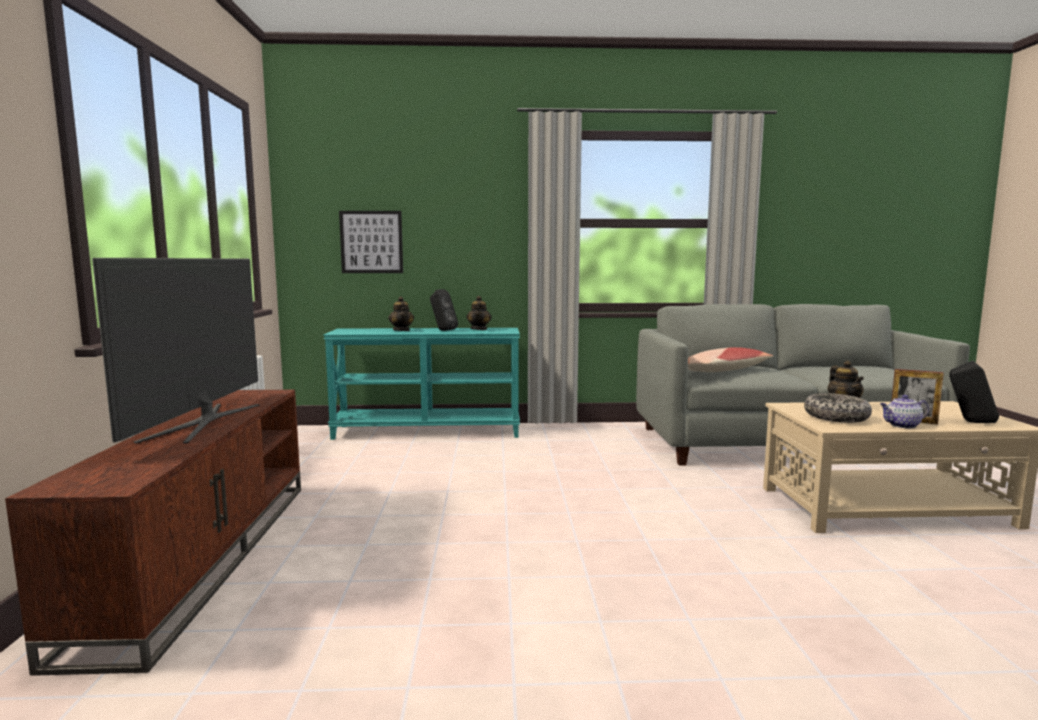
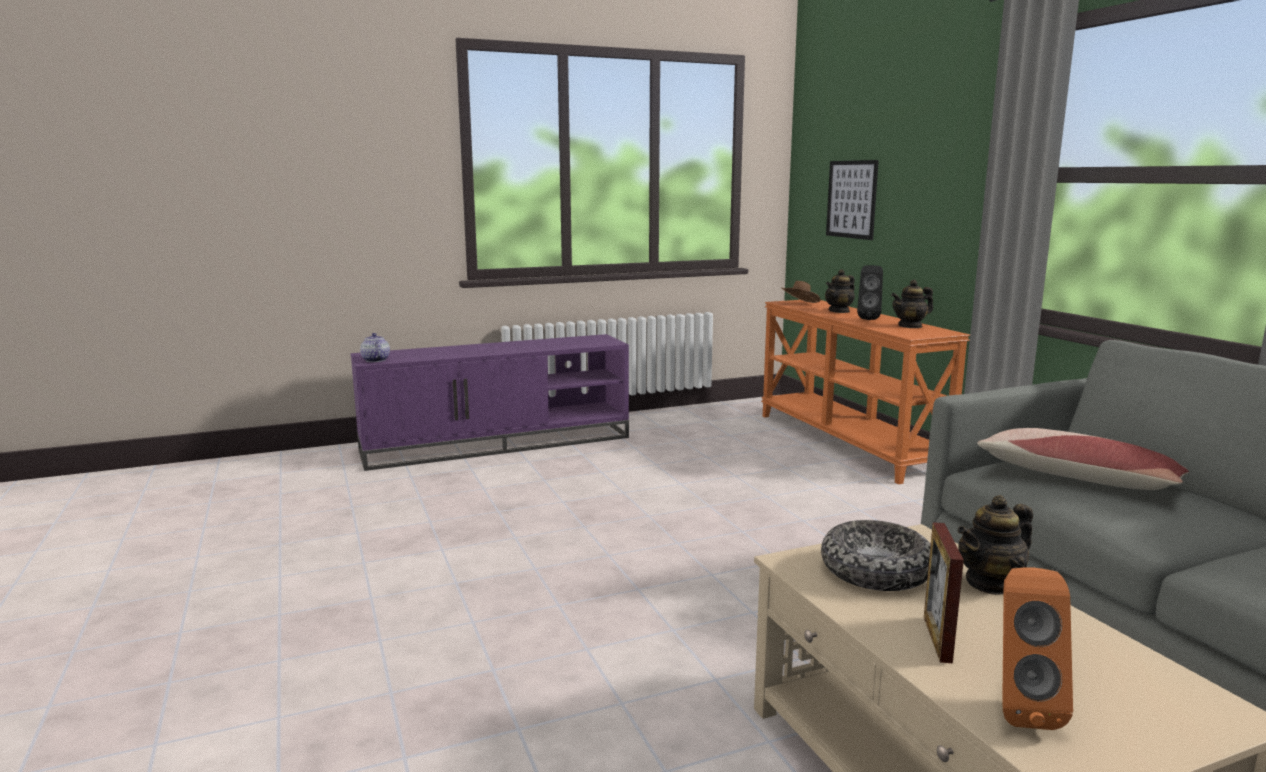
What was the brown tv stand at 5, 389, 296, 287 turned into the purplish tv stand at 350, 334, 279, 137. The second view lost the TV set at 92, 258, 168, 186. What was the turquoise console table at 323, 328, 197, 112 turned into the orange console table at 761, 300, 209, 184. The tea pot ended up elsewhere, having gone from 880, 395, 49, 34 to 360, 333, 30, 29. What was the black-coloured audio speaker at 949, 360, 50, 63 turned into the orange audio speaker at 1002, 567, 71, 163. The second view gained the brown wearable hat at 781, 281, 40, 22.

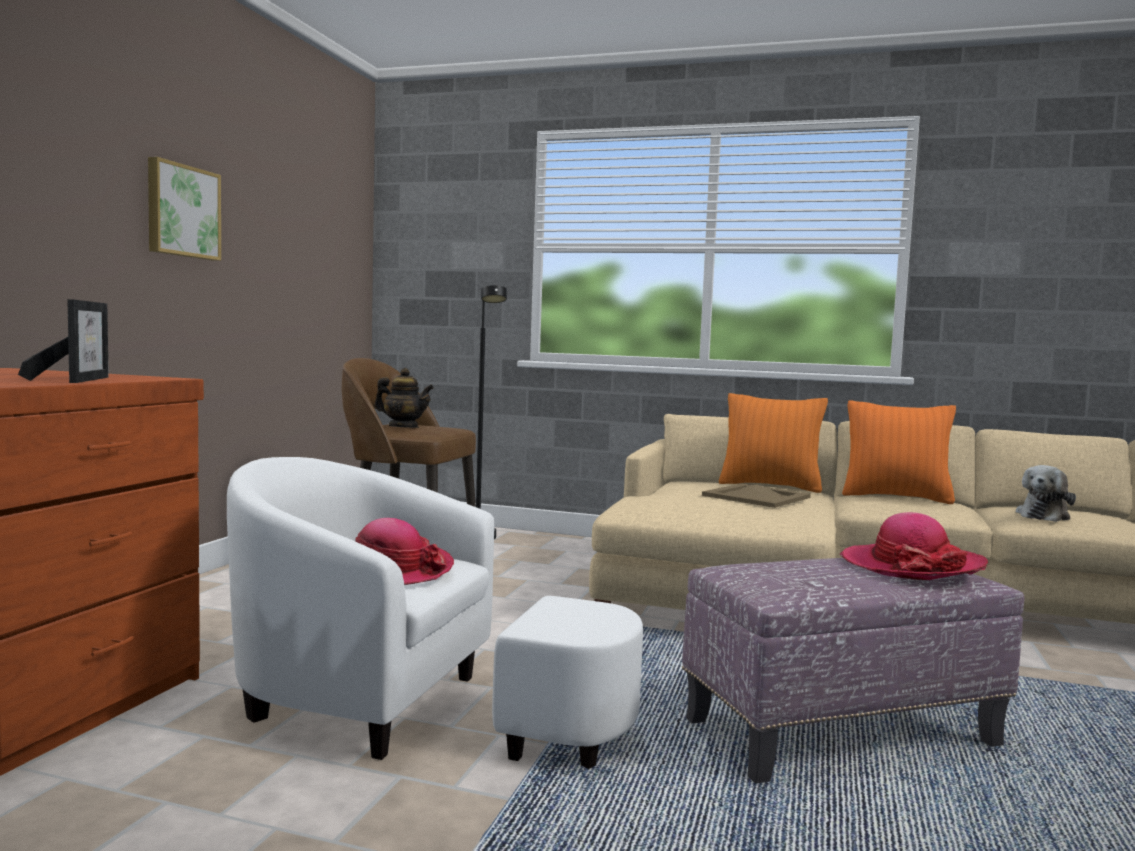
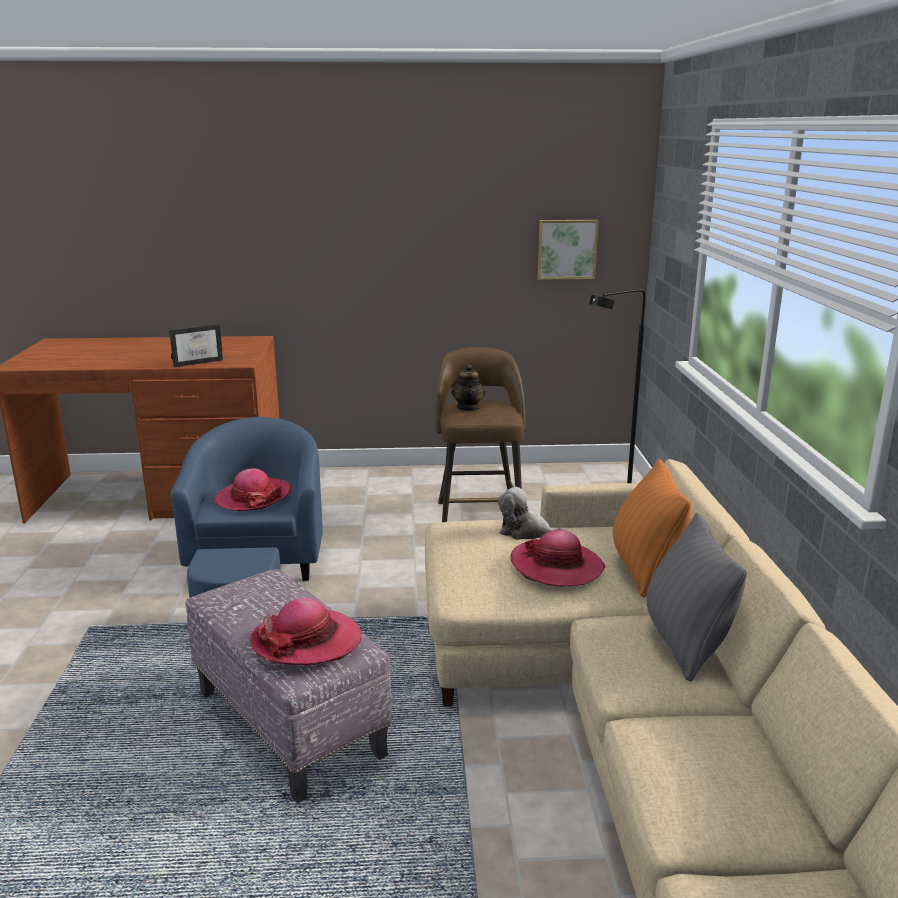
The wall art ended up elsewhere, having gone from 148, 157, 73, 104 to 537, 220, 61, 60. What was the whitish easy chair at 227, 457, 416, 312 turned into the blue-coloured easy chair at 170, 417, 153, 181. Where the sand-coloured tray stood at 702, 483, 109, 25, the wearable hat came to stand at 511, 530, 94, 57. What was the orange pillow at 842, 400, 114, 104 turned into the gray pillow at 647, 513, 100, 169. The plush toy ended up elsewhere, having gone from 1016, 465, 60, 57 to 498, 487, 67, 53.

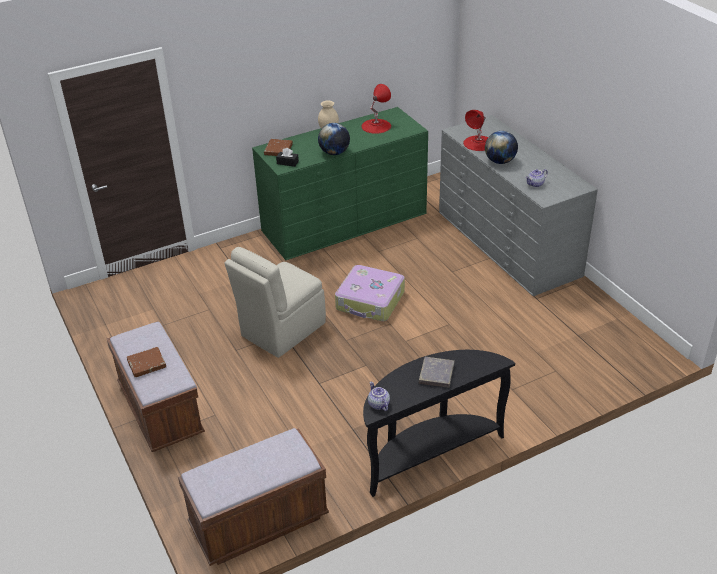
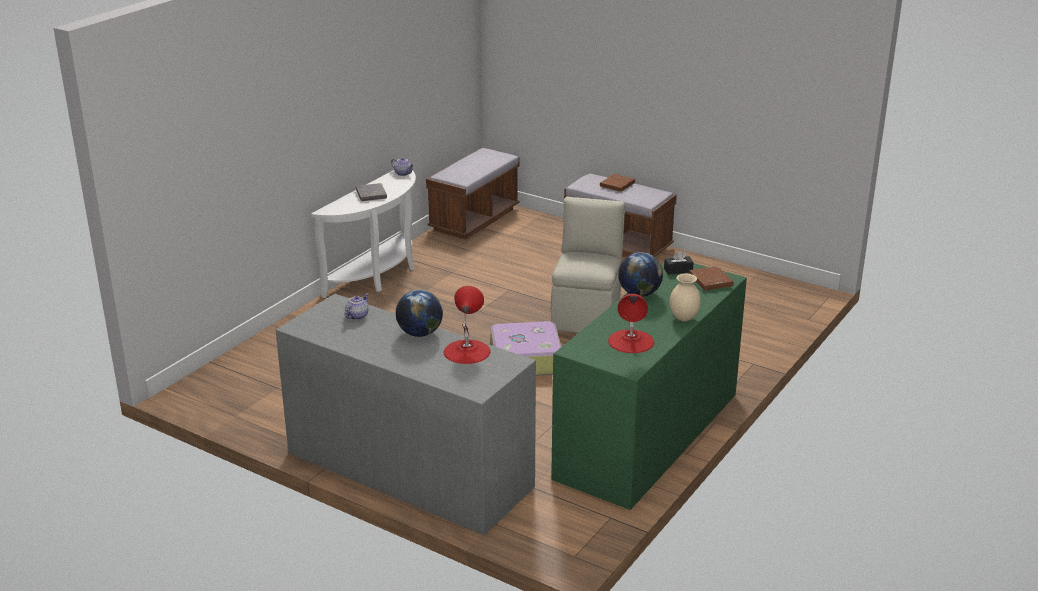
What was the black-coloured console table at 363, 350, 152, 147 turned into the whitish console table at 311, 170, 105, 128.

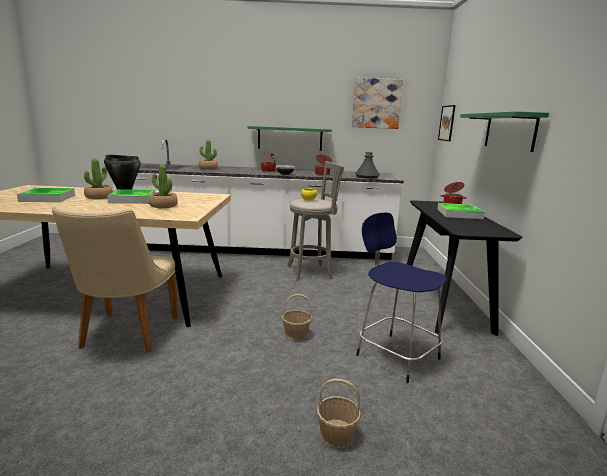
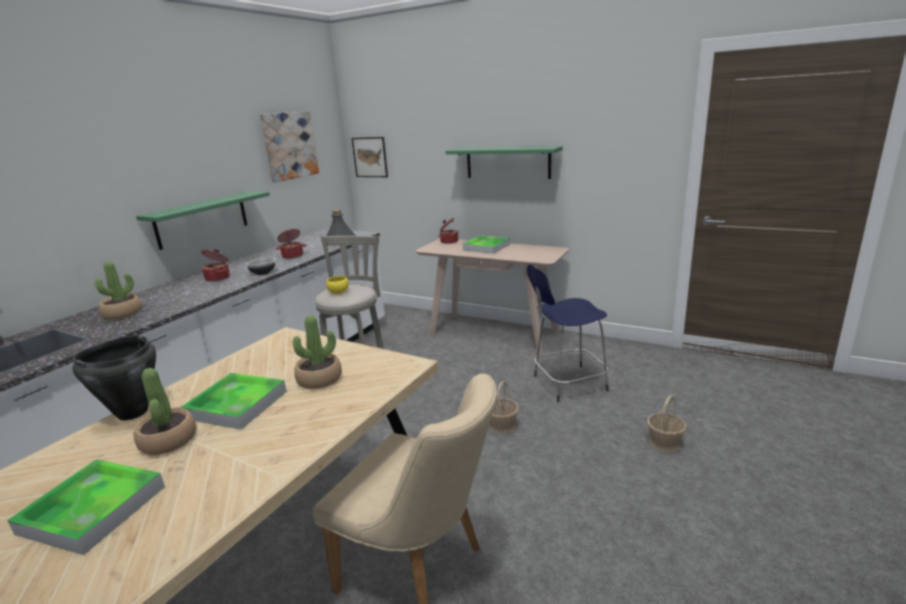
What was the black-coloured console table at 407, 200, 115, 136 turned into the sand-coloured console table at 416, 239, 153, 116.

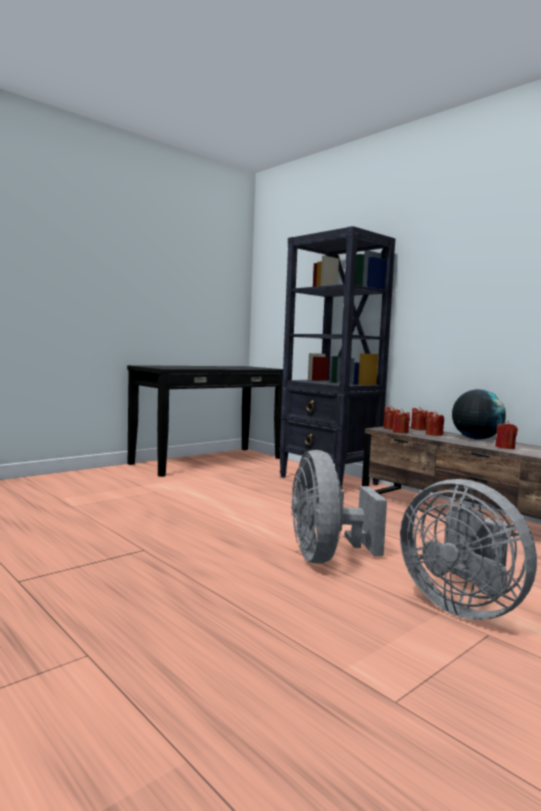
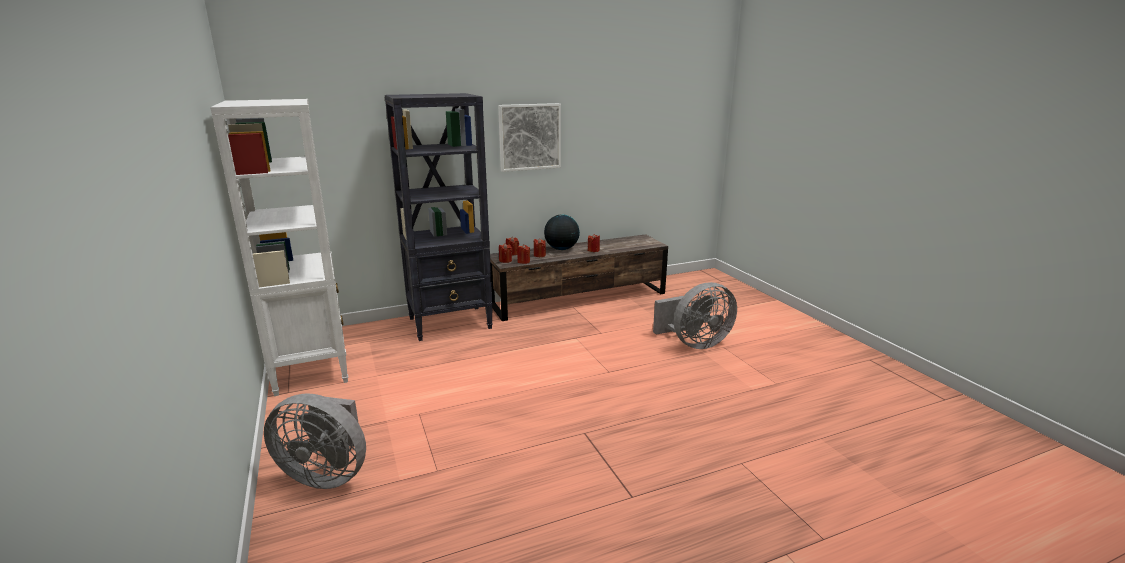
Where the black-coloured console table stood at 127, 365, 156, 112, the whitish shelving unit came to stand at 210, 99, 138, 297. The gray electric fan ended up elsewhere, having gone from 291, 450, 96, 114 to 264, 393, 102, 96. The second view gained the wall art at 498, 103, 63, 69.

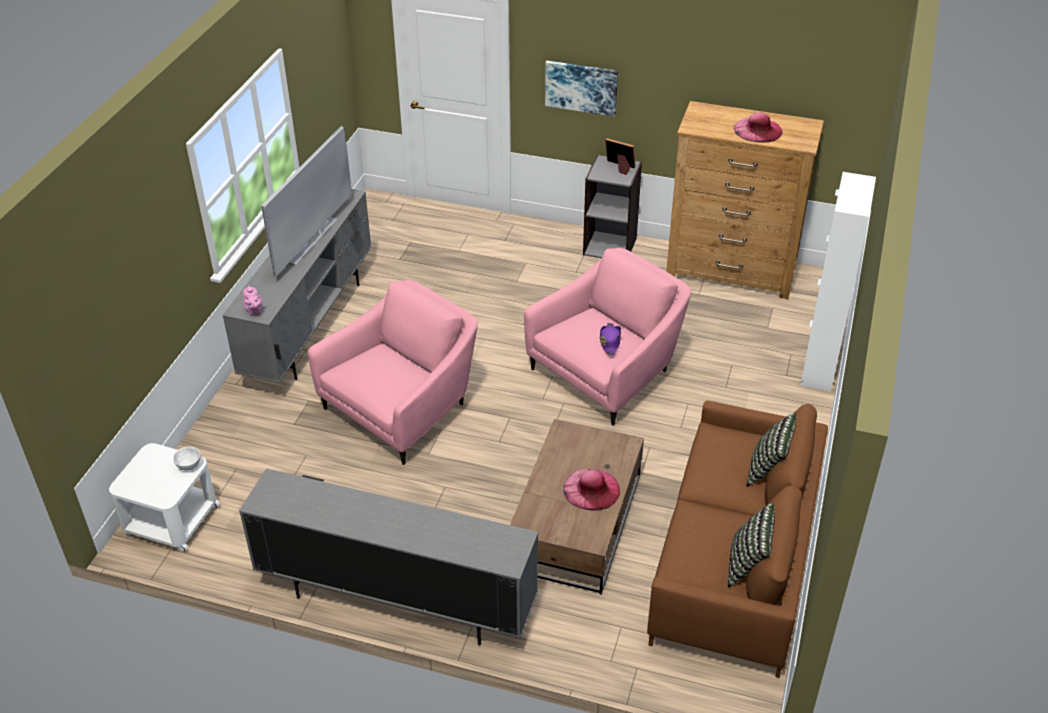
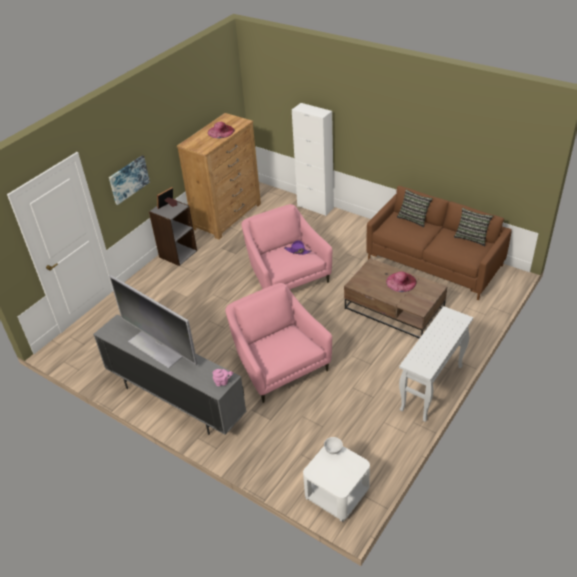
Where the gray tv stand stood at 239, 468, 299, 177, the whitish console table came to stand at 399, 306, 74, 116.

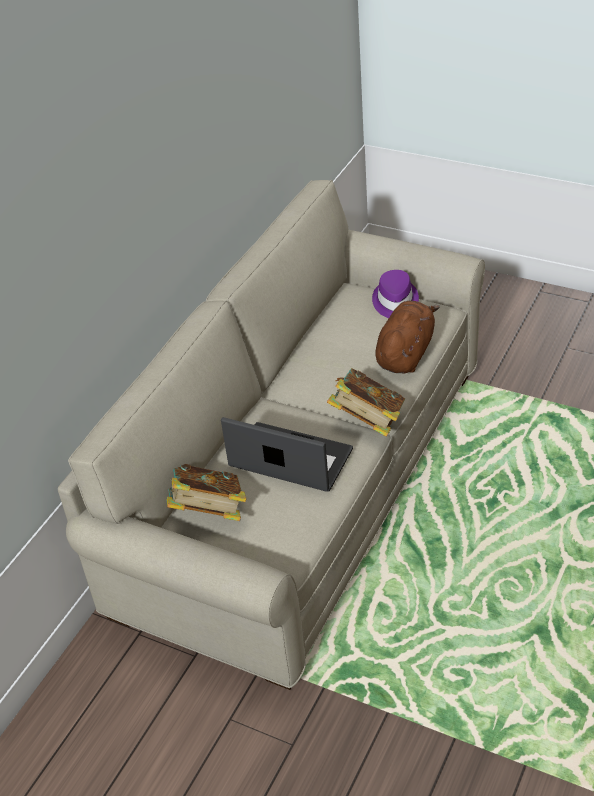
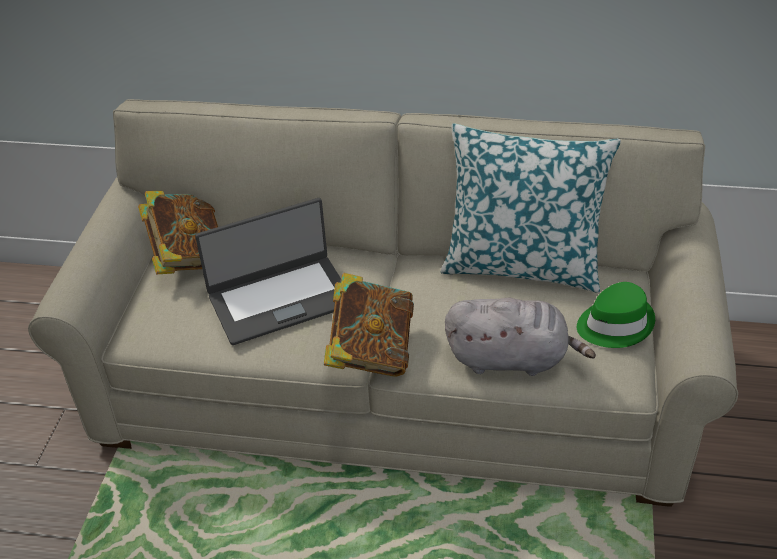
The portable computer at 221, 417, 132, 75 ended up facing another way, 60 degrees clockwise from before. What was the purplish wearable hat at 372, 270, 47, 48 turned into the green-coloured wearable hat at 577, 282, 78, 66. What was the brown plush toy at 375, 301, 65, 73 turned into the gray plush toy at 445, 298, 151, 78. The second view gained the pillow at 441, 124, 180, 169.

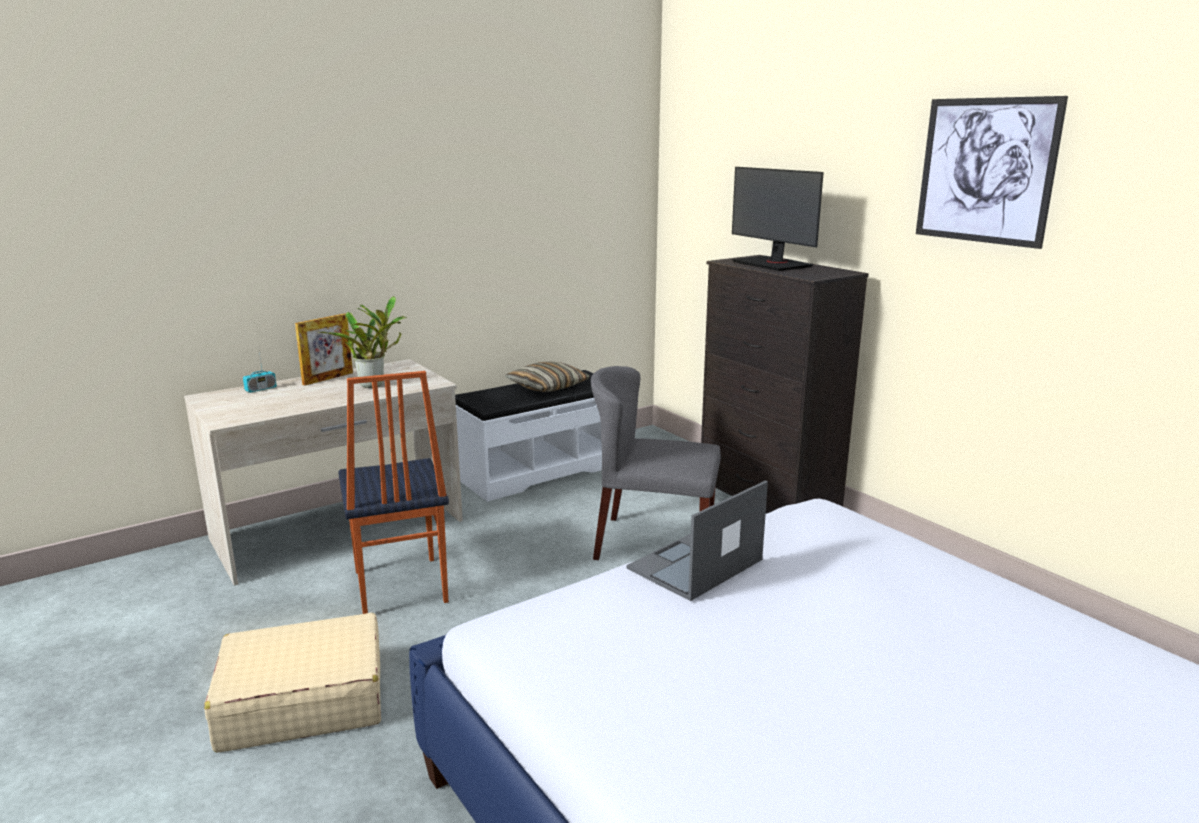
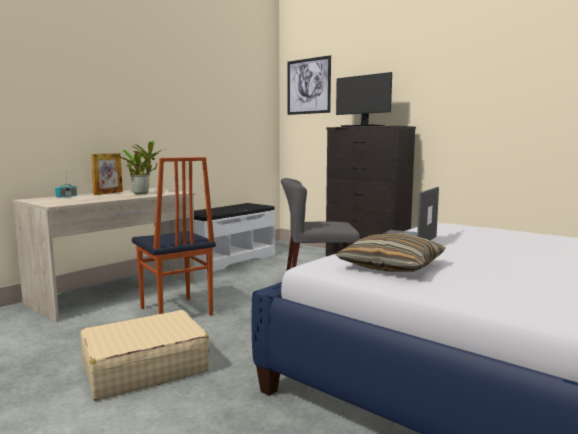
The pillow ended up elsewhere, having gone from 505, 361, 85, 31 to 335, 233, 110, 39. The wall art ended up elsewhere, having gone from 916, 96, 152, 153 to 288, 55, 43, 60.

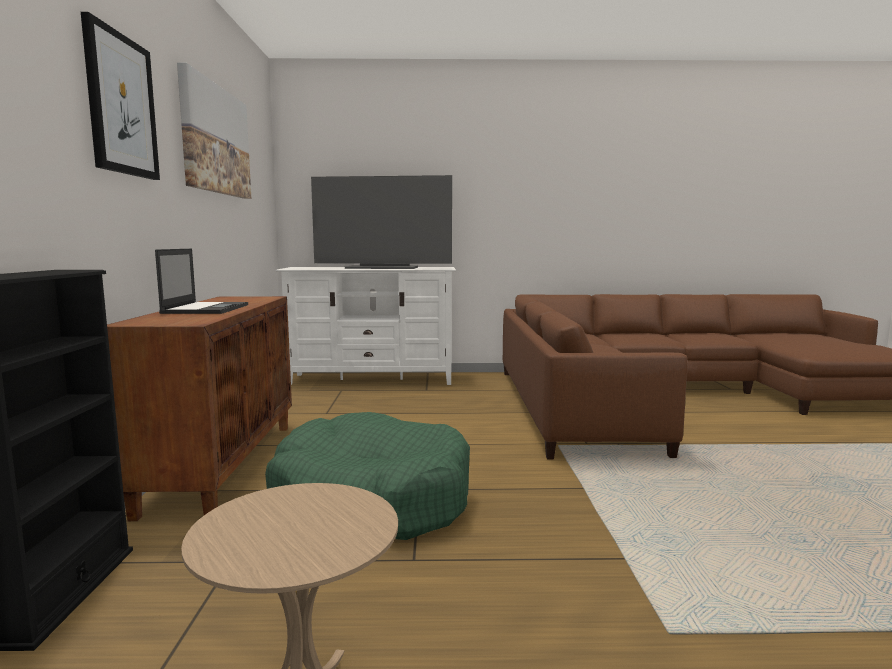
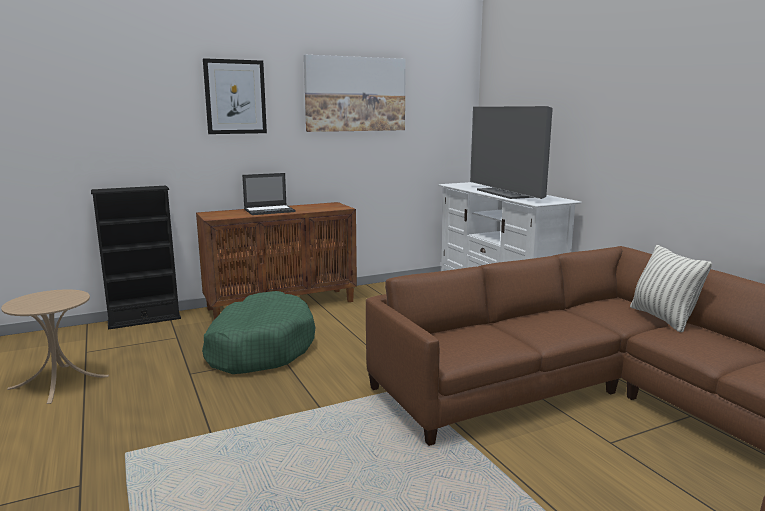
The second view gained the pillow at 630, 245, 82, 87.

